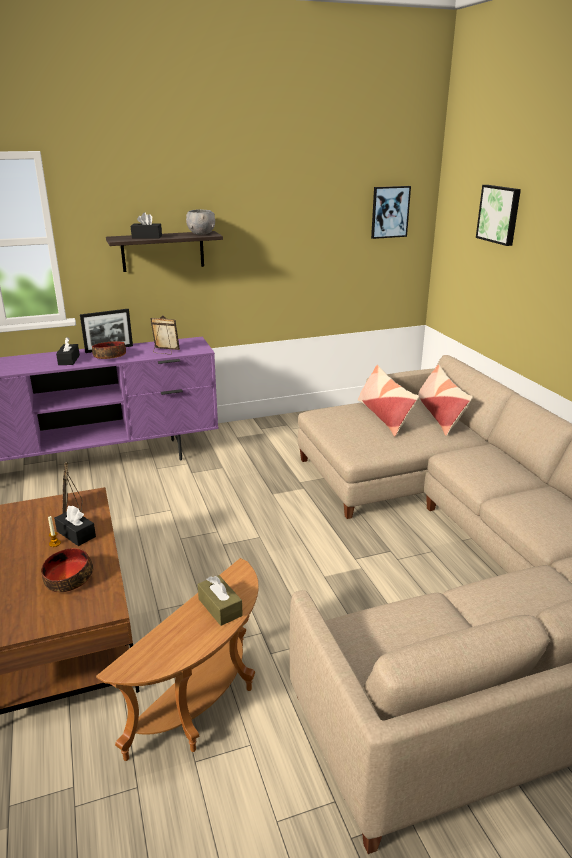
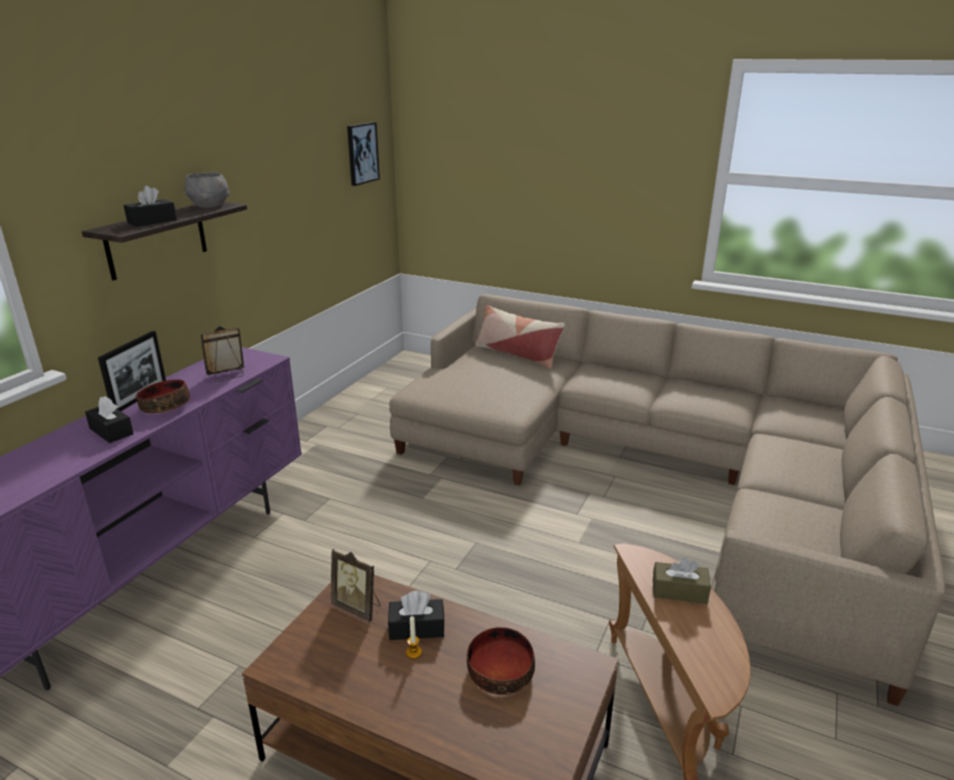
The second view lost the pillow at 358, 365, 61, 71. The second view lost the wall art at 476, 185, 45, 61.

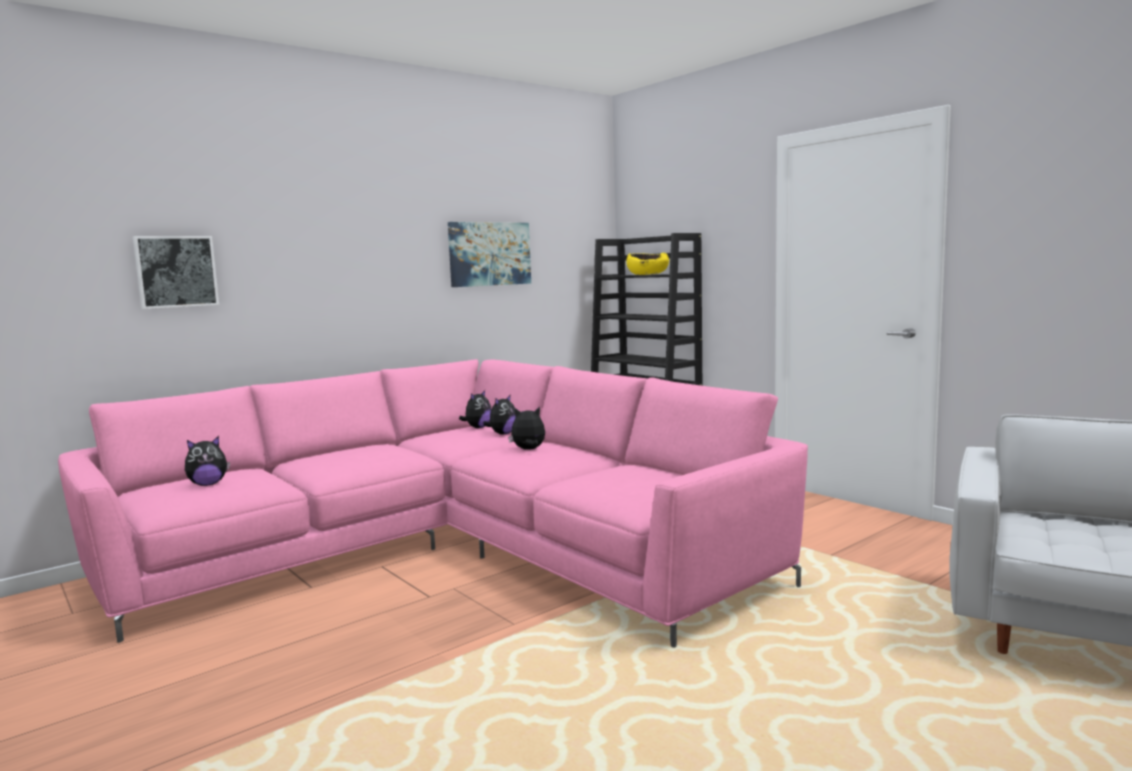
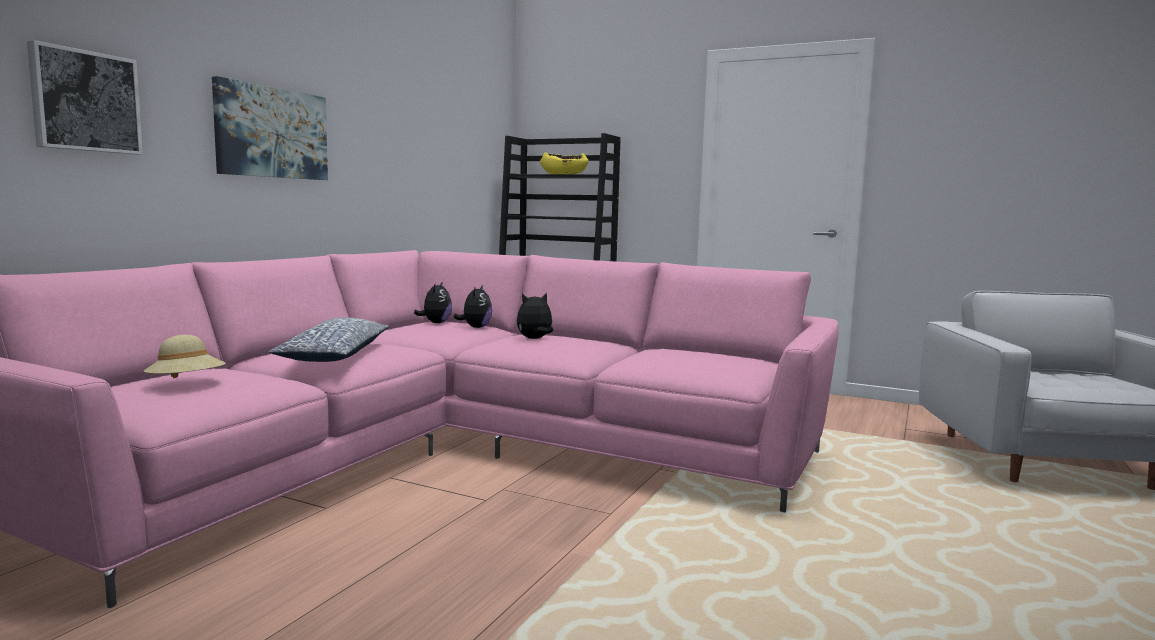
Where the plush toy stood at 185, 436, 45, 50, the sand-coloured wearable hat came to stand at 144, 335, 82, 44. The wall art ended up elsewhere, having gone from 448, 222, 83, 65 to 212, 76, 116, 104. The second view gained the pillow at 269, 317, 120, 45.

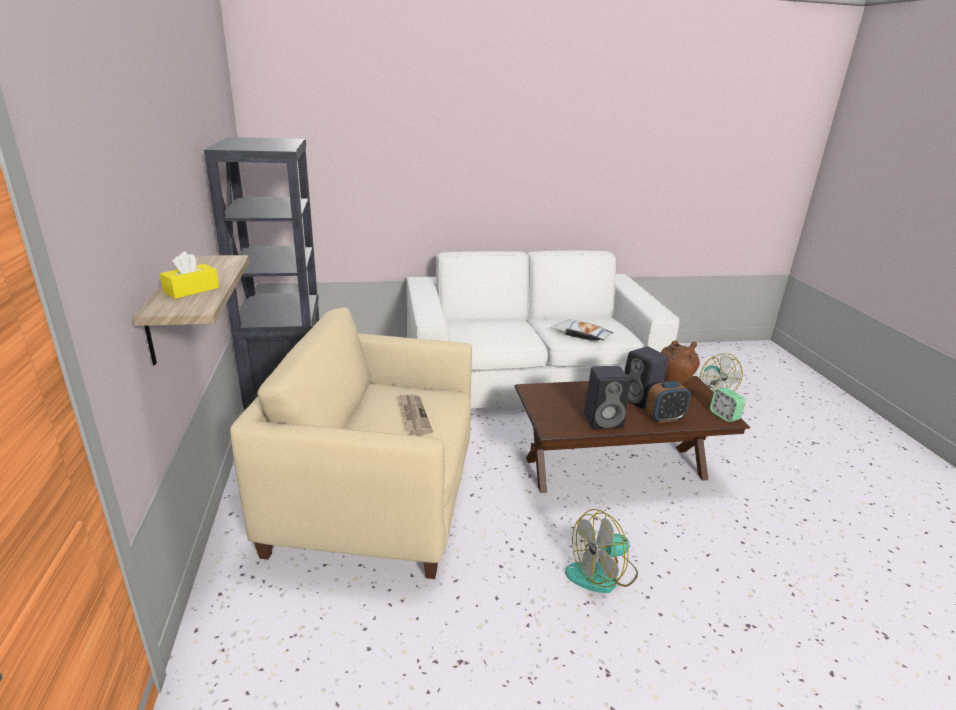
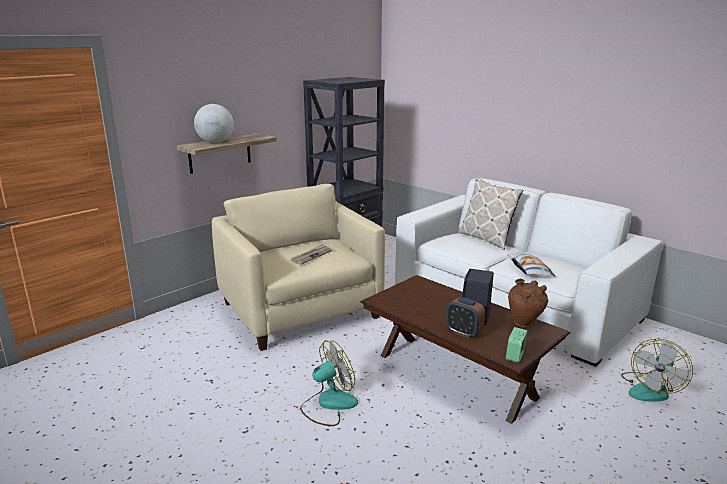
Where the yellowish box of tissues stood at 160, 251, 59, 48, the globe came to stand at 194, 104, 40, 39. The electric fan at 565, 509, 73, 84 ended up facing another way, 120 degrees clockwise from before. The second view lost the black-coloured audio speaker at 584, 366, 46, 63. The second view gained the pillow at 458, 177, 65, 73.

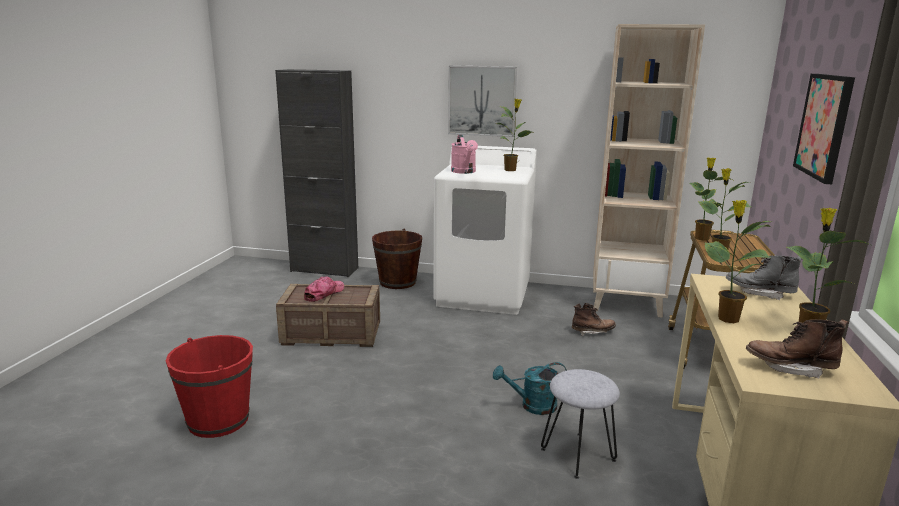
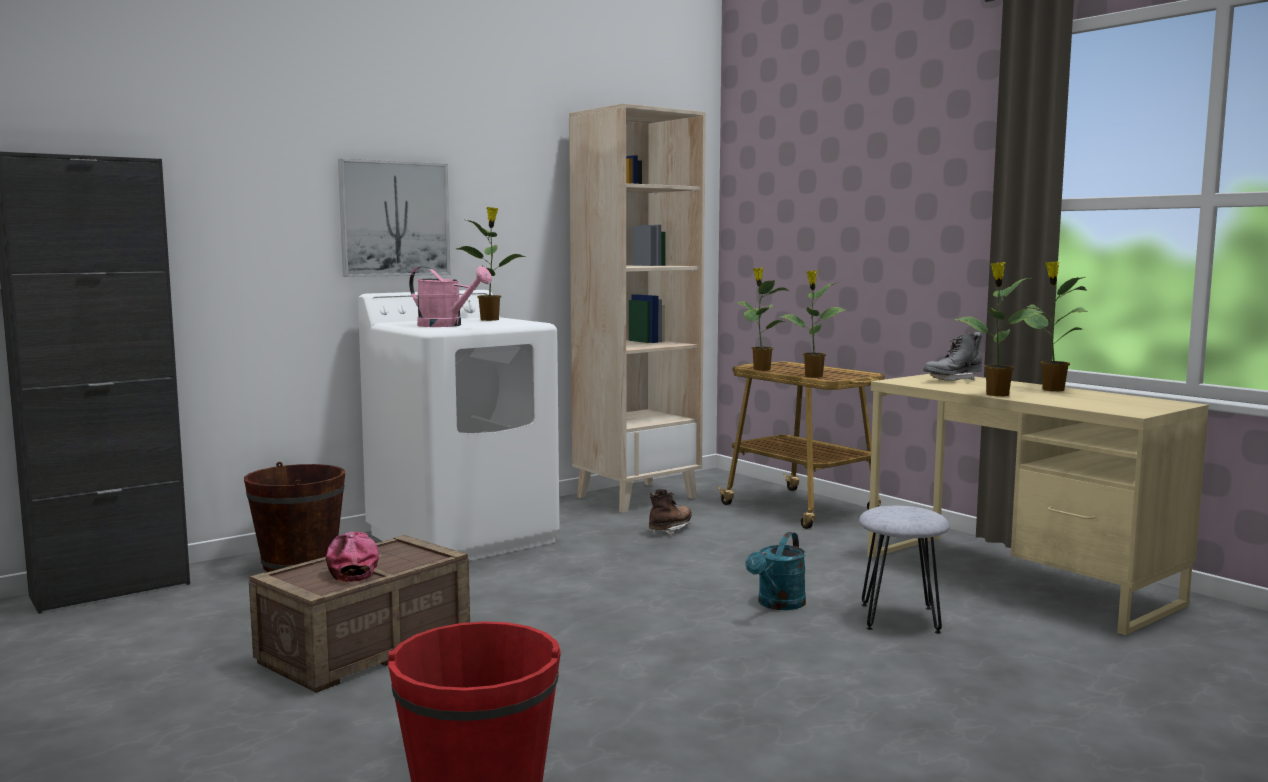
The second view lost the brown high-top boot at 746, 319, 103, 60. The second view lost the wall art at 793, 74, 62, 110.

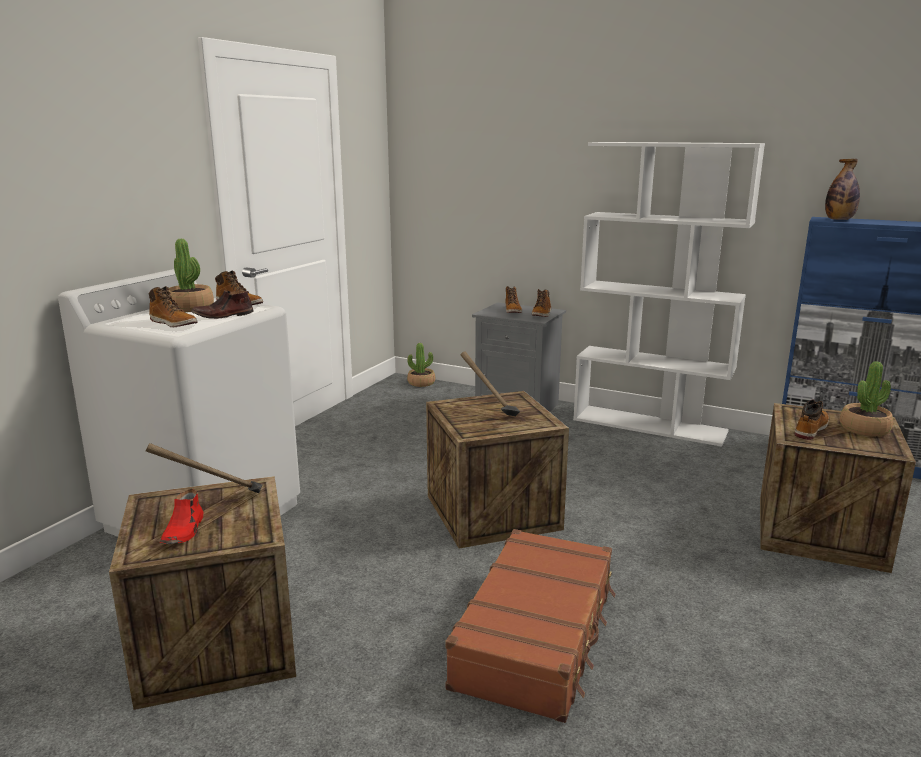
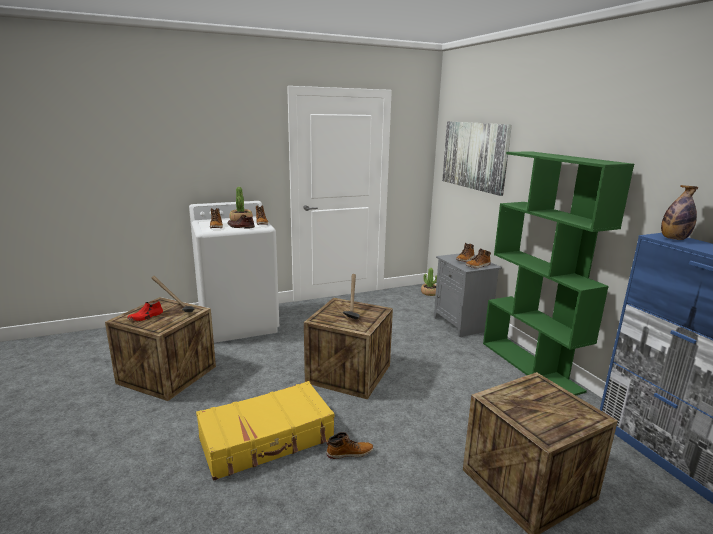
What was the brown suitcase at 445, 529, 170, 194 turned into the yellowish suitcase at 196, 381, 139, 100. What was the whitish shelving unit at 573, 142, 192, 305 turned into the green-coloured shelving unit at 483, 151, 151, 244. The high-top boot ended up elsewhere, having gone from 795, 399, 34, 41 to 326, 432, 48, 27. The second view lost the houseplant at 840, 361, 53, 75. The second view gained the wall art at 442, 121, 70, 75.

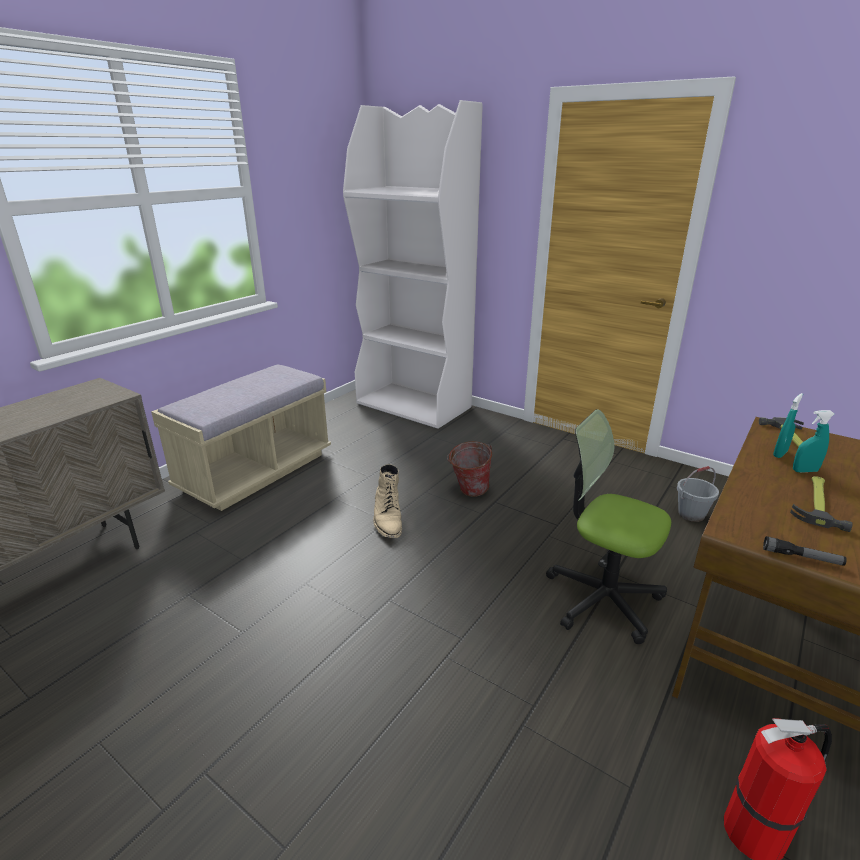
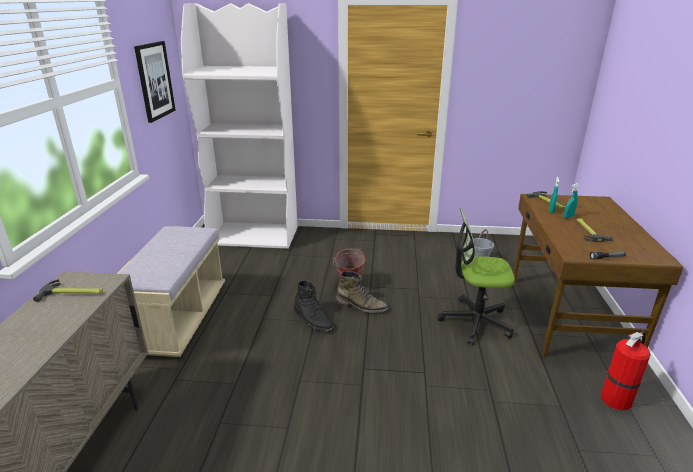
What was the sand-coloured high-top boot at 373, 464, 29, 74 turned into the black-coloured high-top boot at 294, 280, 40, 51. The second view gained the hand hammer at 33, 279, 70, 23. The second view gained the wall art at 134, 41, 41, 82. The second view gained the green-coloured high-top boot at 336, 271, 52, 42.

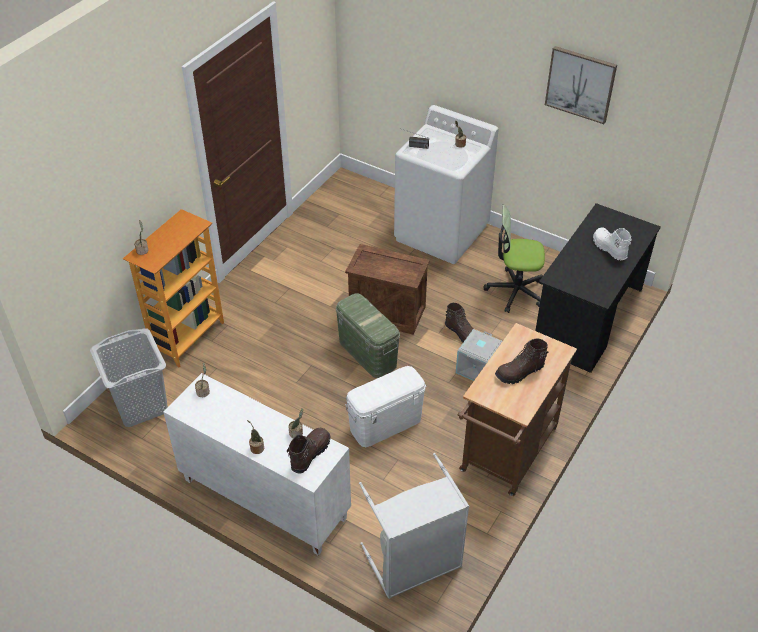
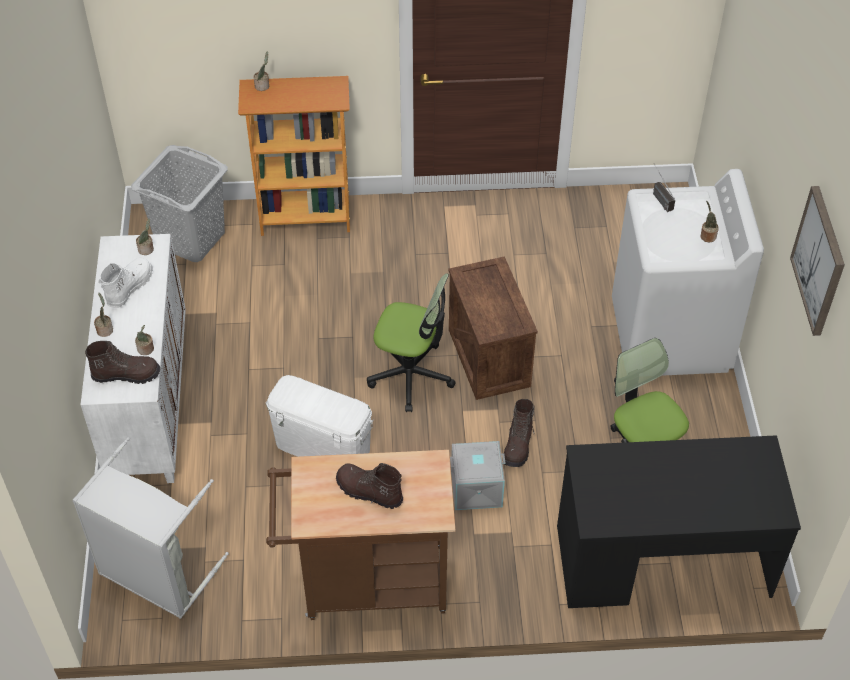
Where the green-coloured storage bin stood at 336, 293, 64, 85, the desk chair came to stand at 367, 274, 89, 138. The whitish high-top boot ended up elsewhere, having gone from 593, 228, 39, 32 to 98, 258, 55, 50.

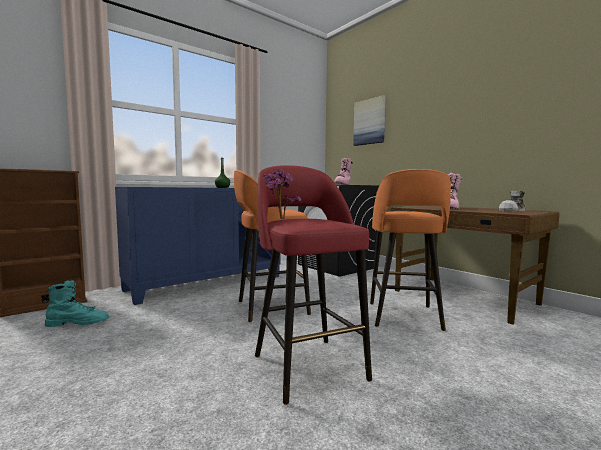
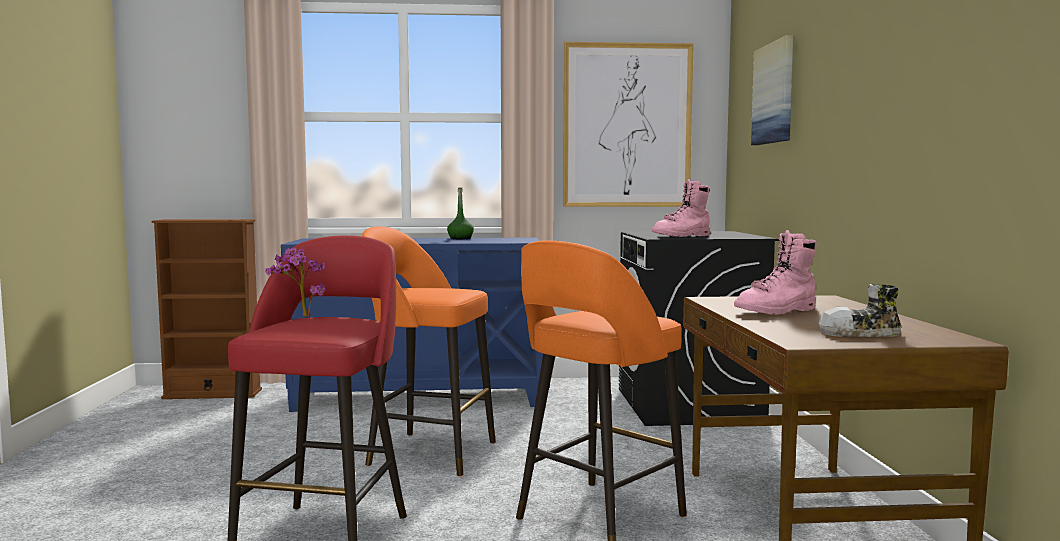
The second view lost the turquoise high-top boot at 45, 280, 64, 47. The second view gained the wall art at 563, 42, 131, 165.

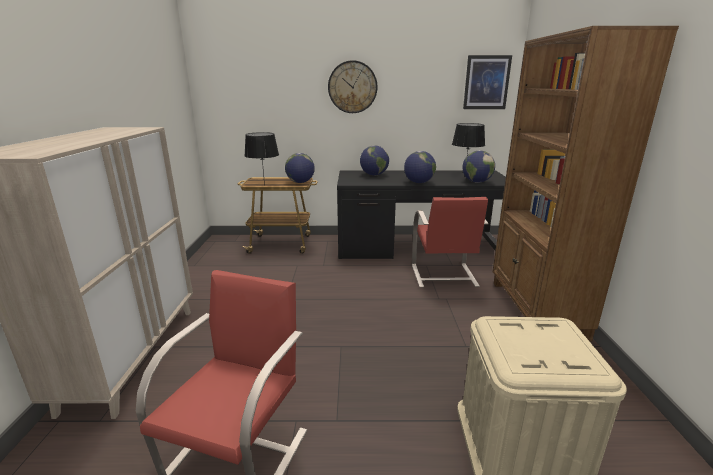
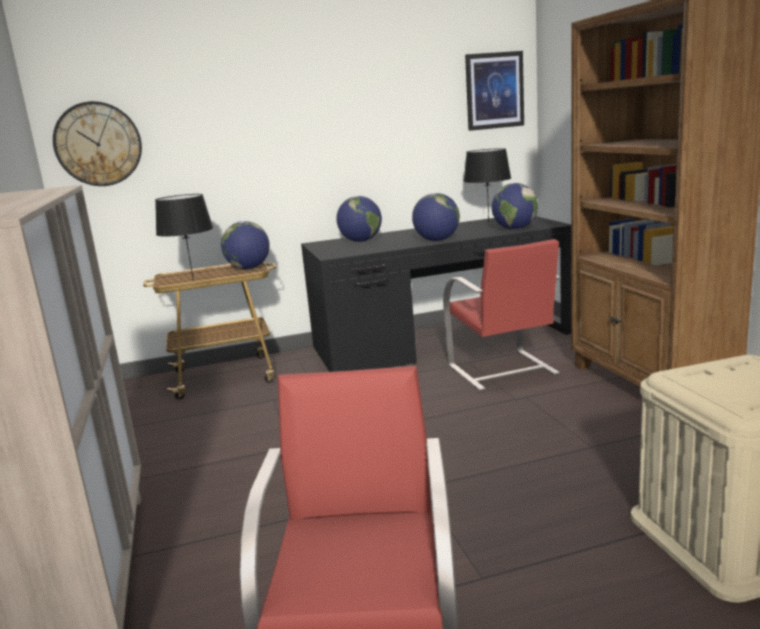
The clock on the wall ended up elsewhere, having gone from 328, 60, 49, 53 to 53, 101, 89, 85.

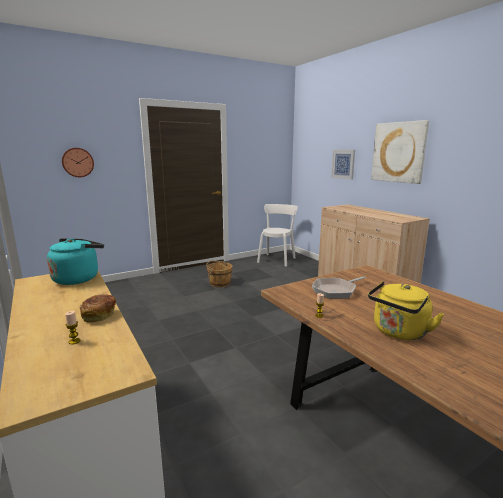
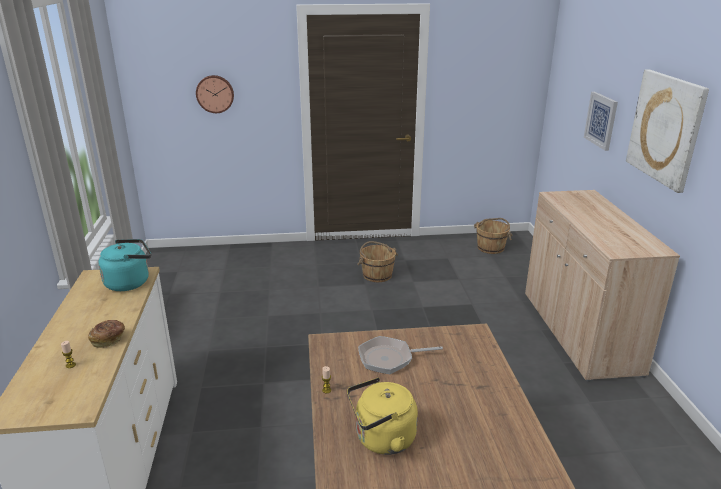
Where the whitish chair stood at 257, 204, 41, 63, the brown pail came to stand at 474, 218, 38, 36.

